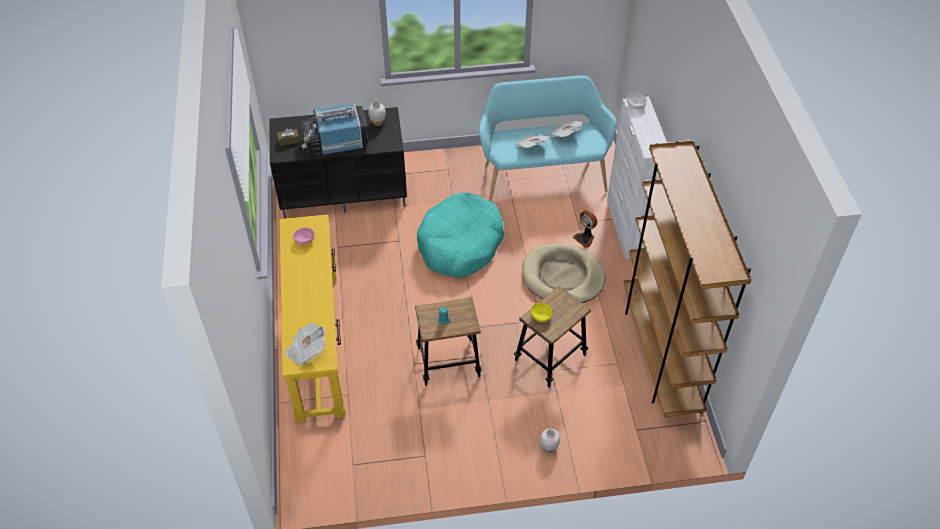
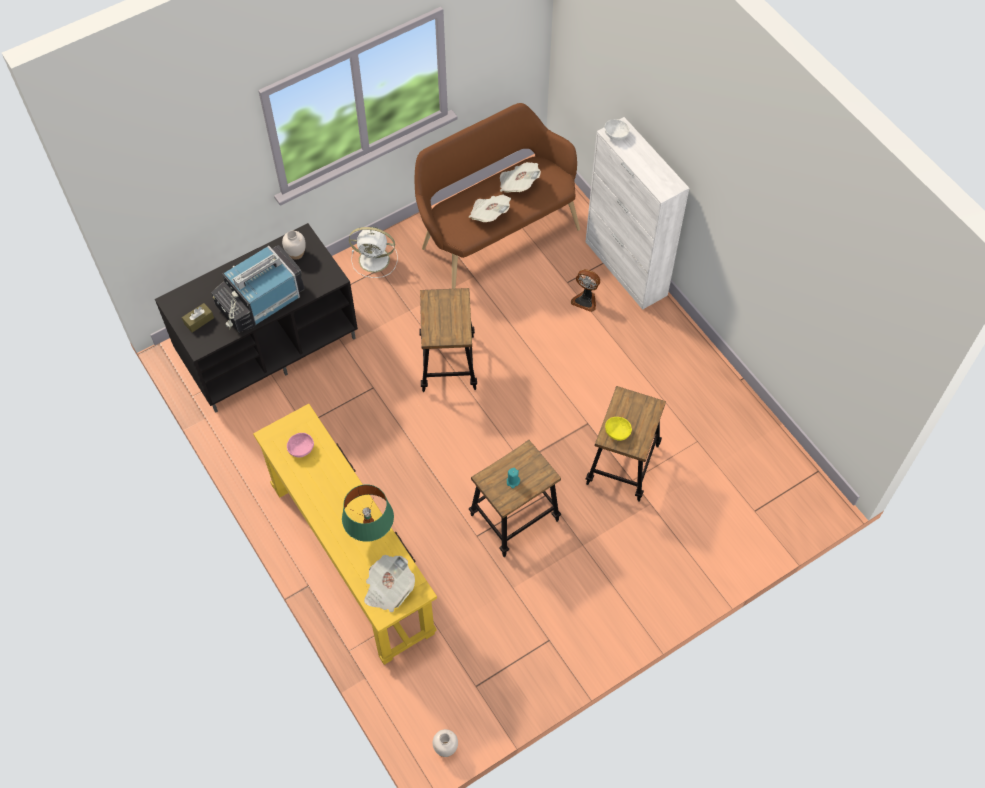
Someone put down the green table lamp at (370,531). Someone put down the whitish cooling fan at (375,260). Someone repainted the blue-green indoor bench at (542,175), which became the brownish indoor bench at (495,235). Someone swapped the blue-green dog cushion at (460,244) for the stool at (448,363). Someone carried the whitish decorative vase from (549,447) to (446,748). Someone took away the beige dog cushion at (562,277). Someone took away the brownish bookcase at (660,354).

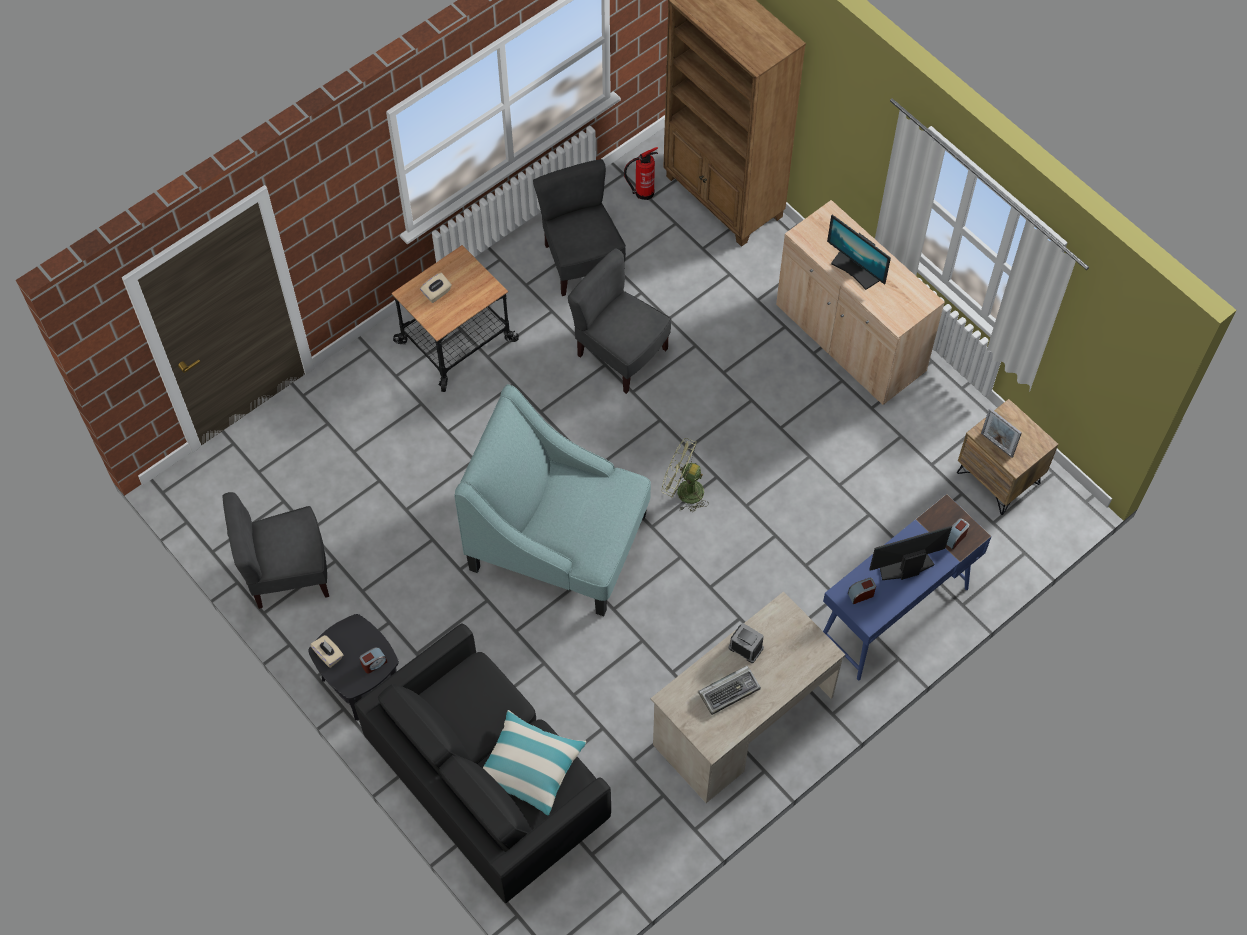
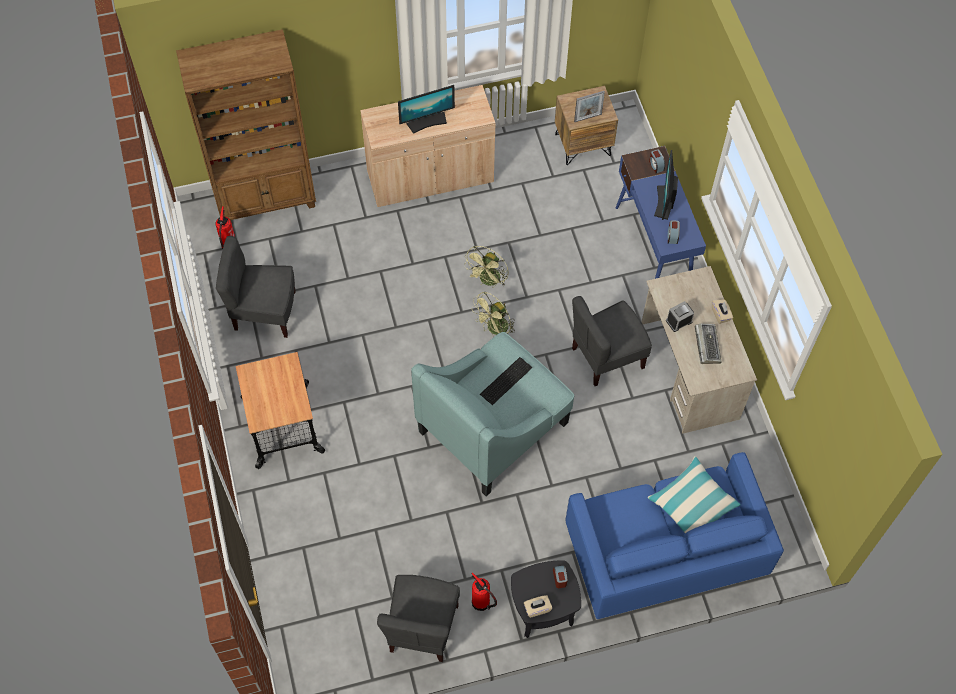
Someone put down the green cooling fan at (488,281). Someone put down the extinguisher at (482,604). Someone put down the PC keyboard at (504,380). Someone repainted the black sofa at (489,782), which became the bluish sofa at (663,552). Someone carried the greyish chair from (621,354) to (607,357). Someone carried the beige box of tissues from (437,293) to (720,315).

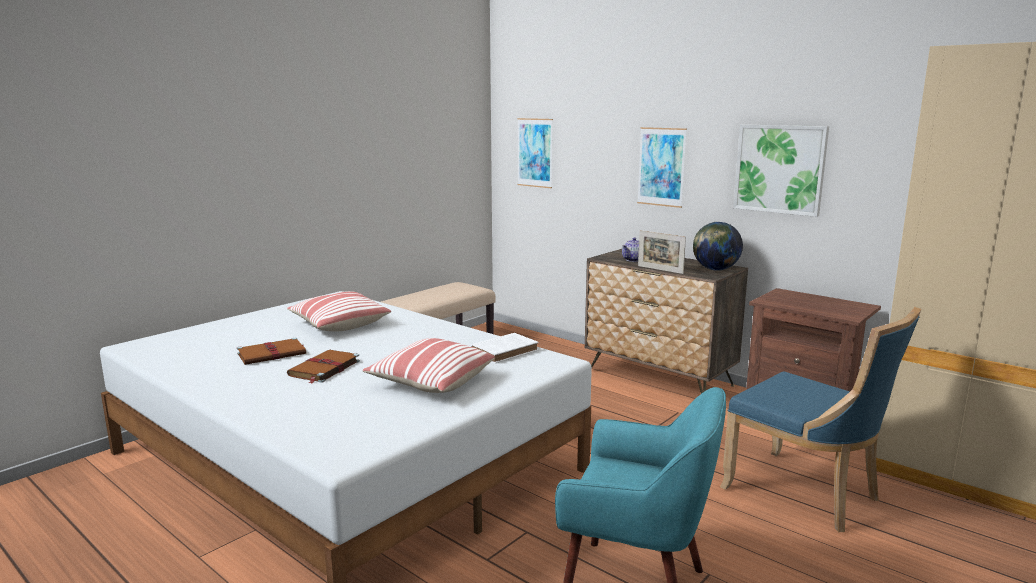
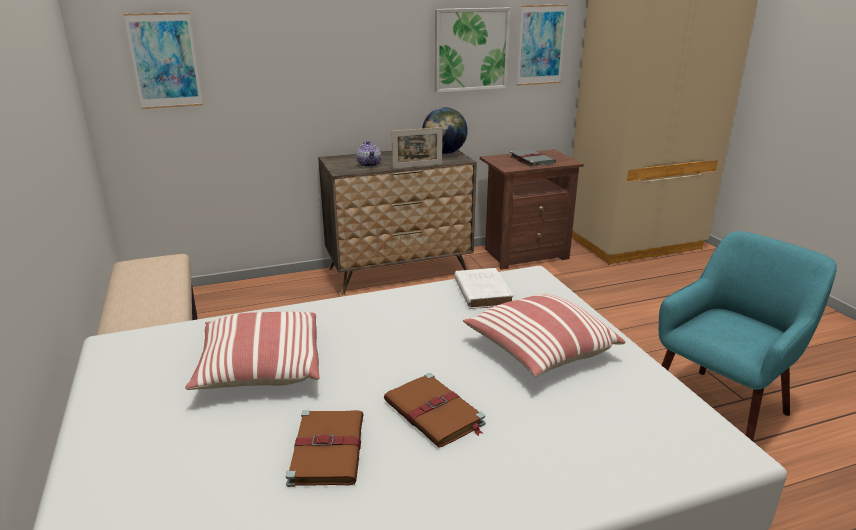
Someone put down the greyish bound book at (531,160). Someone carried the wall picture from (661,167) to (541,45). Someone took away the bluish chair at (806,494).

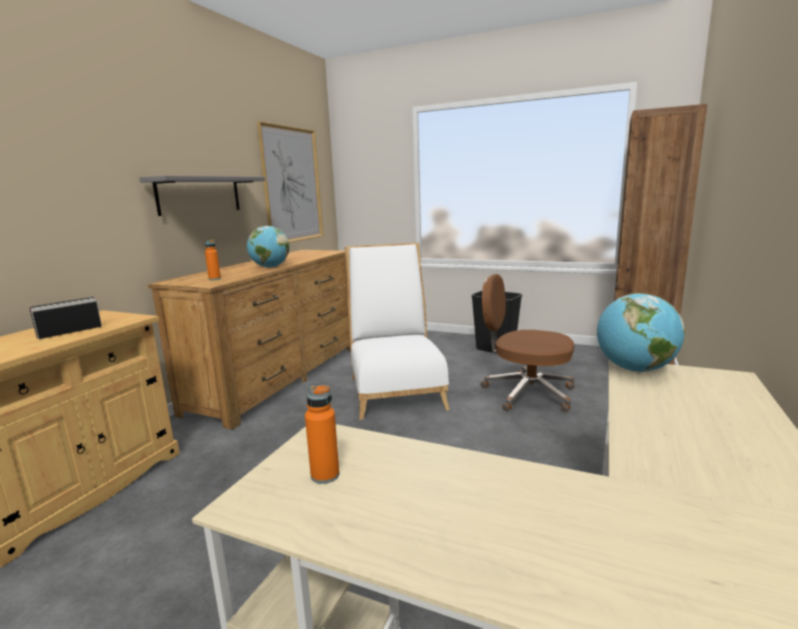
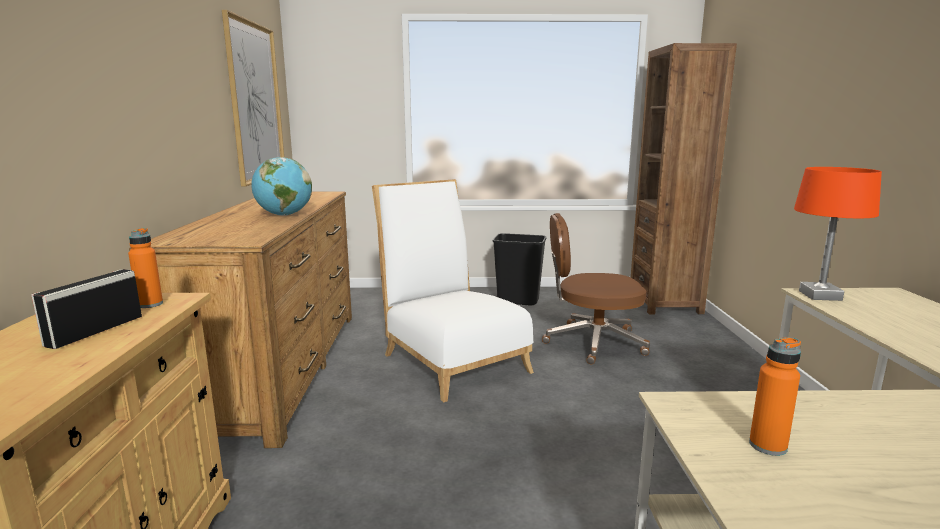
Someone carried the orange-coloured drink bottle from (214,279) to (150,304). Someone swapped the desk globe at (634,369) for the orange-coloured table lamp at (819,295). Someone took away the greyish shelf at (199,195).

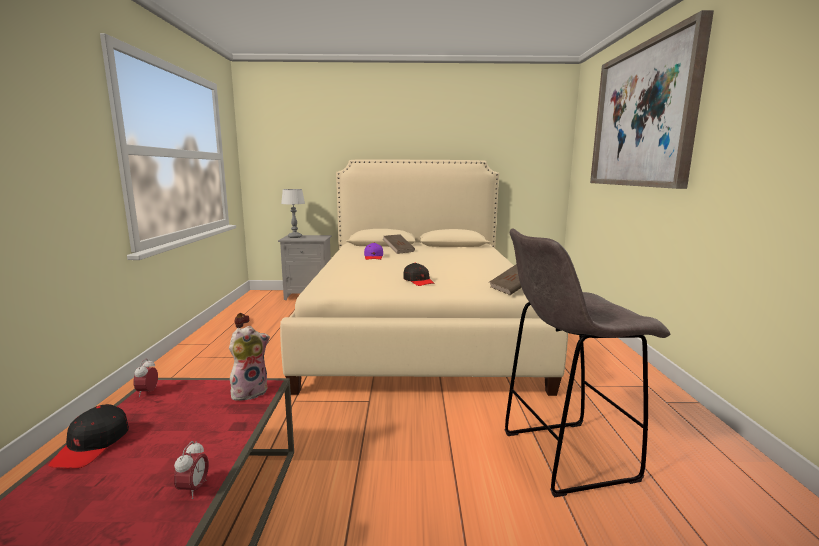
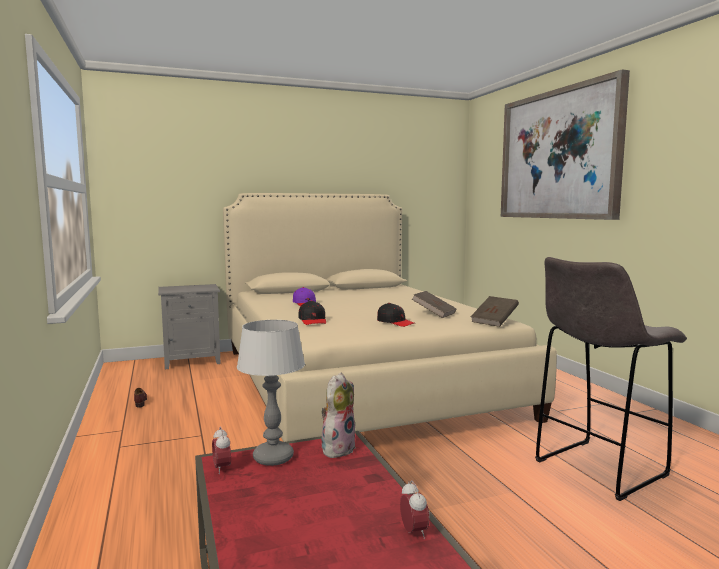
Someone carried the table lamp from (295,237) to (274,457). Someone carried the black peaked cap from (92,445) to (313,320). Someone carried the brownish bound book from (398,251) to (434,314).

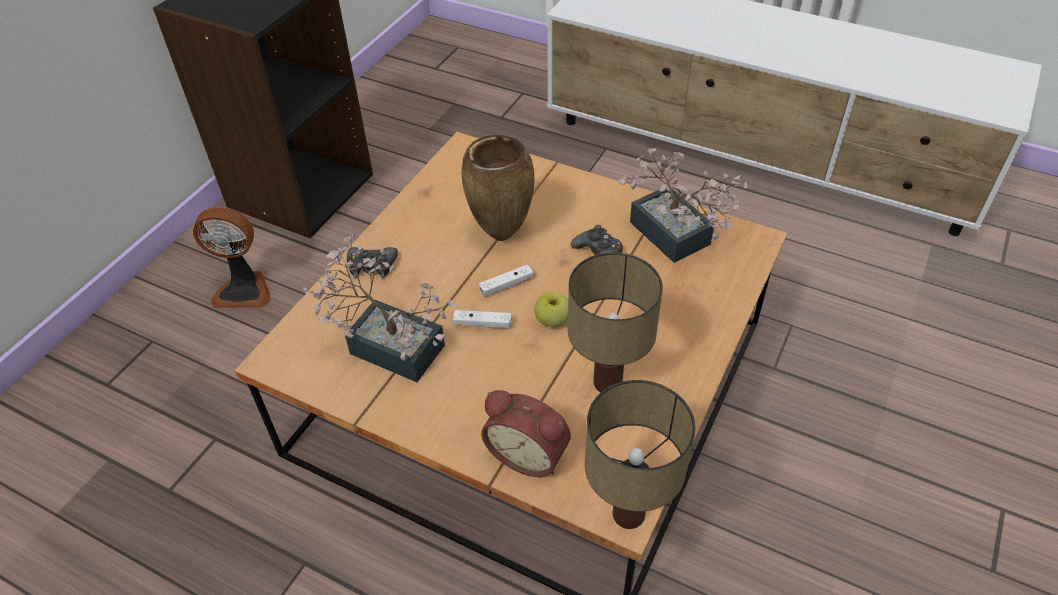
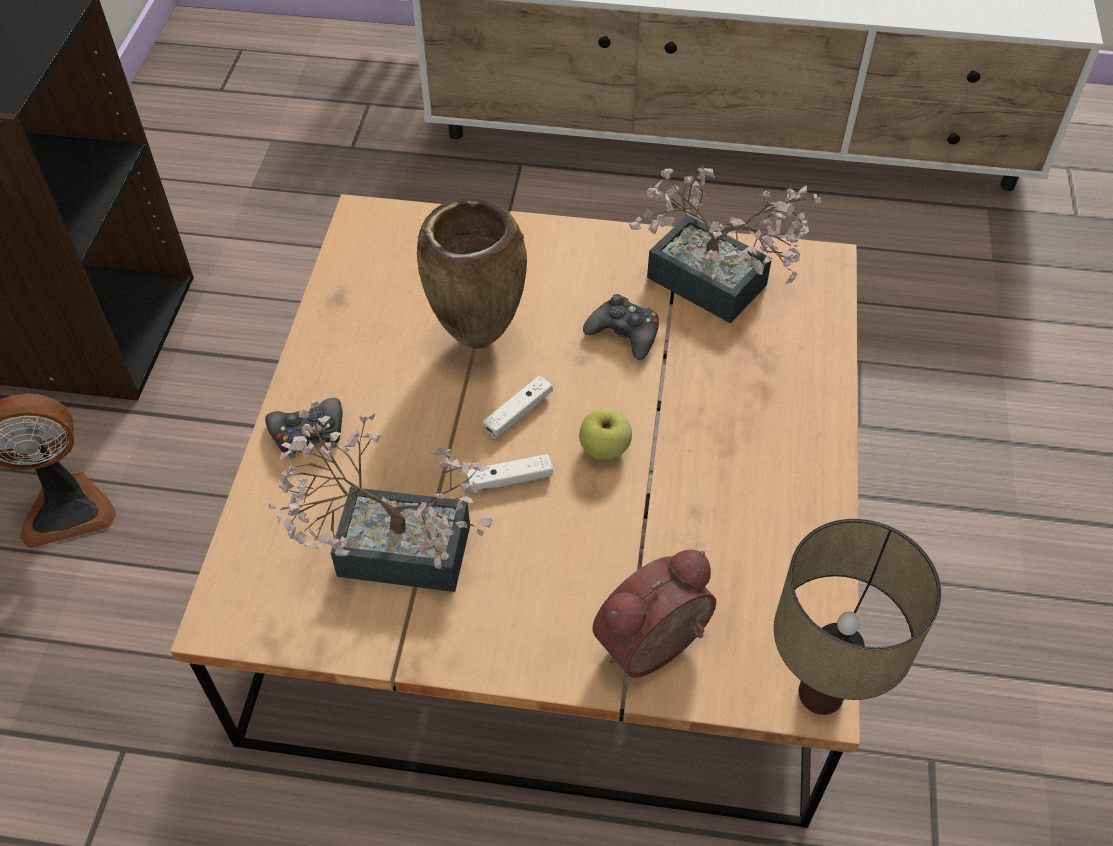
Someone rotated the bedside clock at (529,453) by 135 degrees clockwise. Someone took away the table lamp at (606,383).

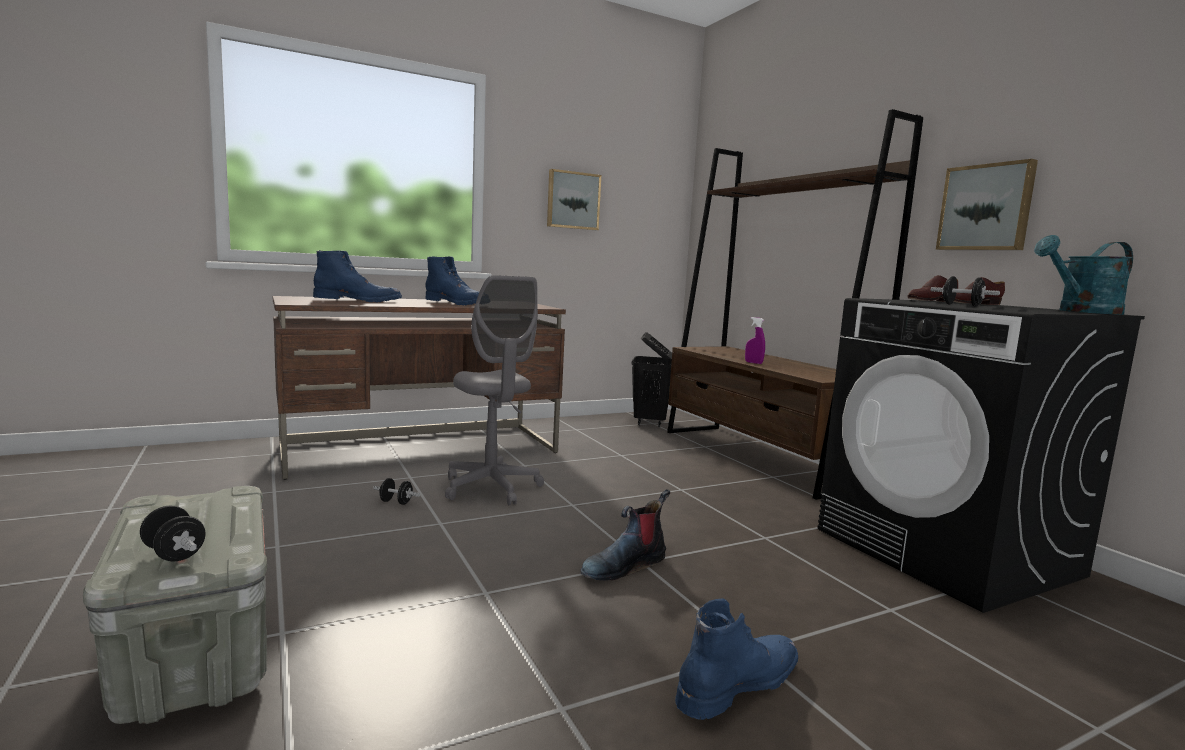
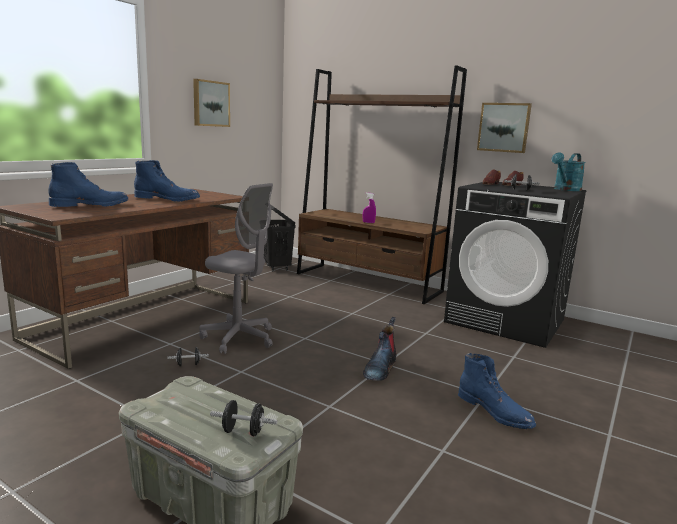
Someone rotated the bluish high-top boot at (737,682) by 120 degrees clockwise.

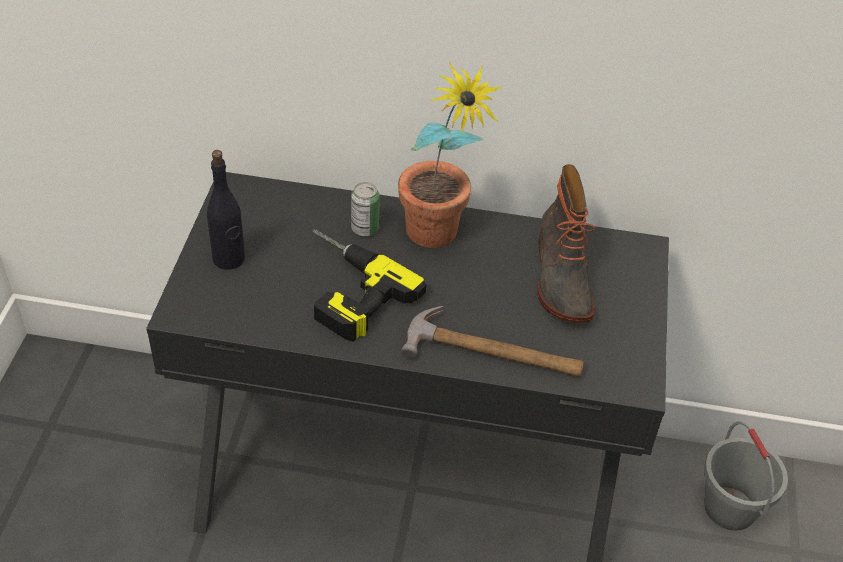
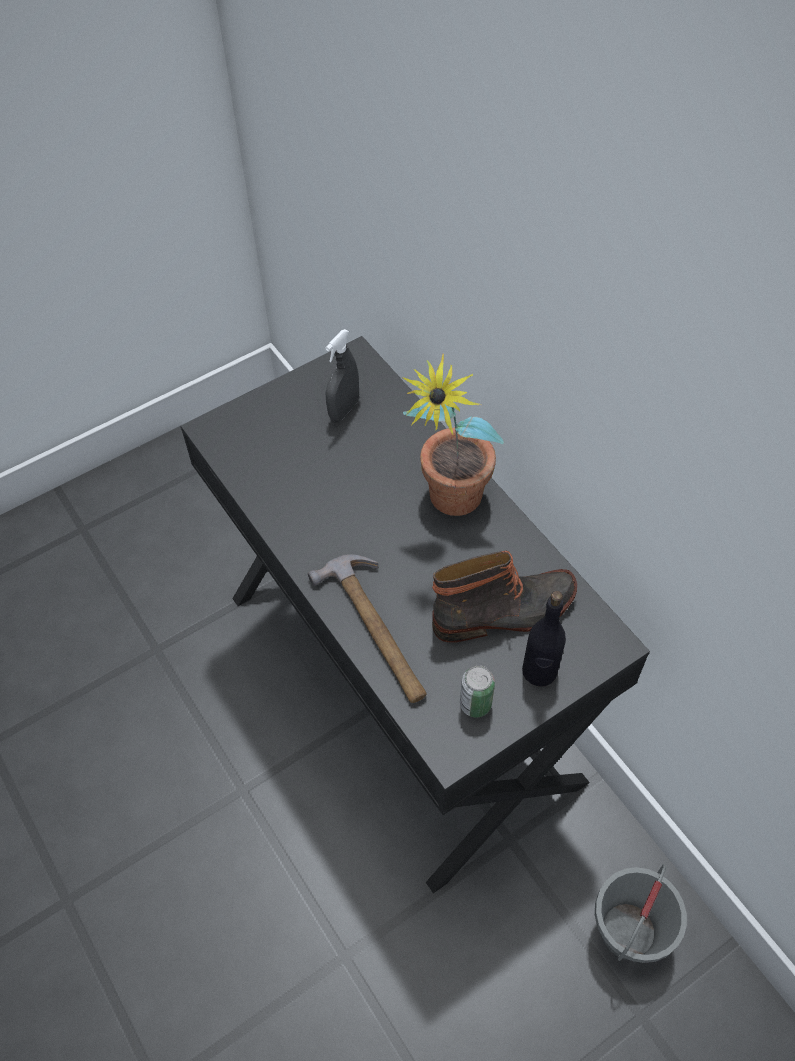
Someone put down the greyish spray bottle at (344,410). Someone rotated the high-top boot at (560,279) by 150 degrees counterclockwise. Someone carried the can from (365,229) to (475,704). Someone carried the black drink bottle from (229,259) to (539,671). Someone took away the electric drill at (343,289).

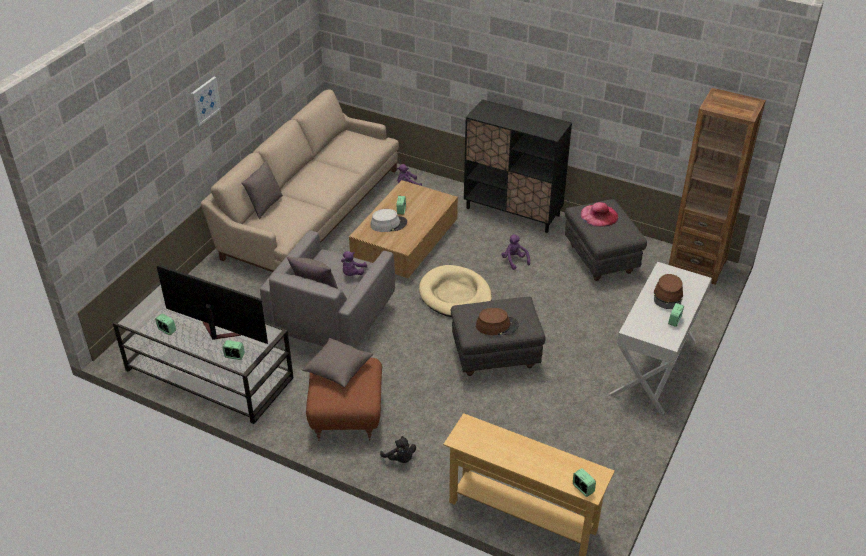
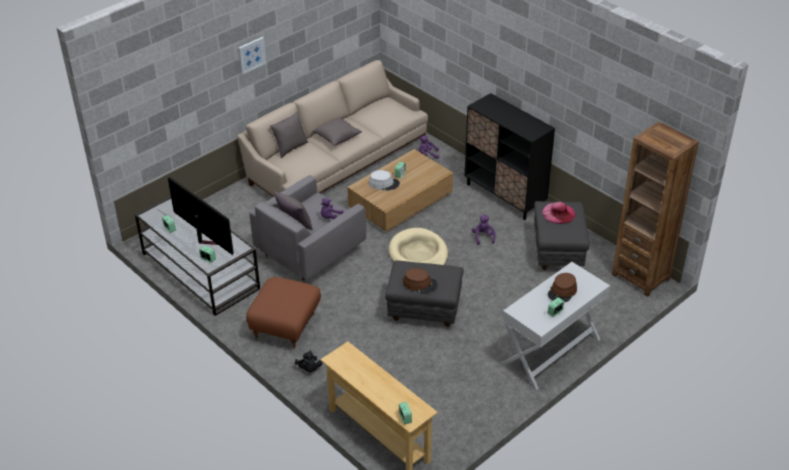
Someone carried the greyish cushion from (337,369) to (337,137).

